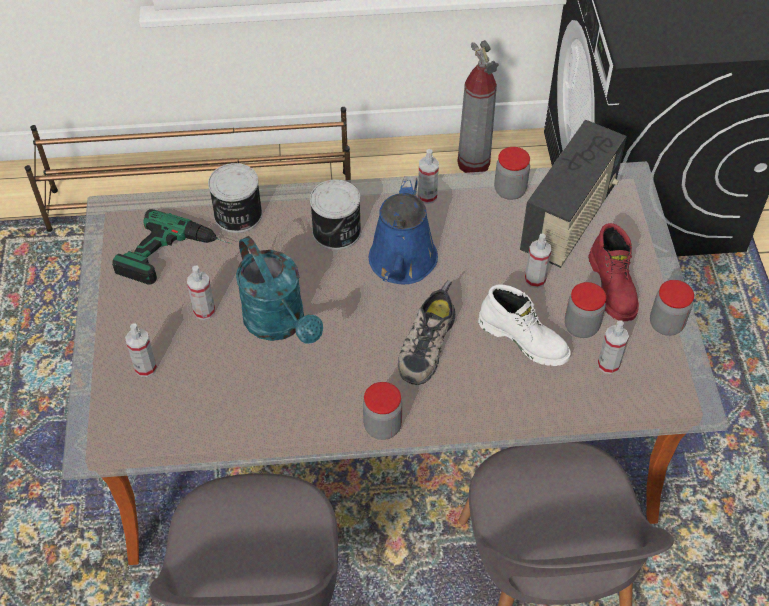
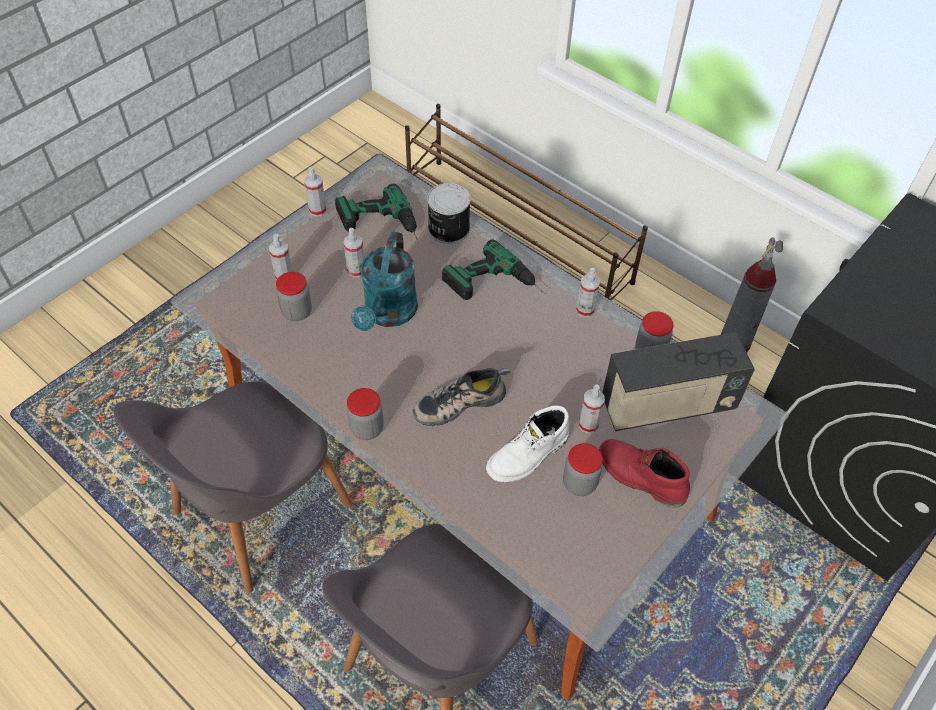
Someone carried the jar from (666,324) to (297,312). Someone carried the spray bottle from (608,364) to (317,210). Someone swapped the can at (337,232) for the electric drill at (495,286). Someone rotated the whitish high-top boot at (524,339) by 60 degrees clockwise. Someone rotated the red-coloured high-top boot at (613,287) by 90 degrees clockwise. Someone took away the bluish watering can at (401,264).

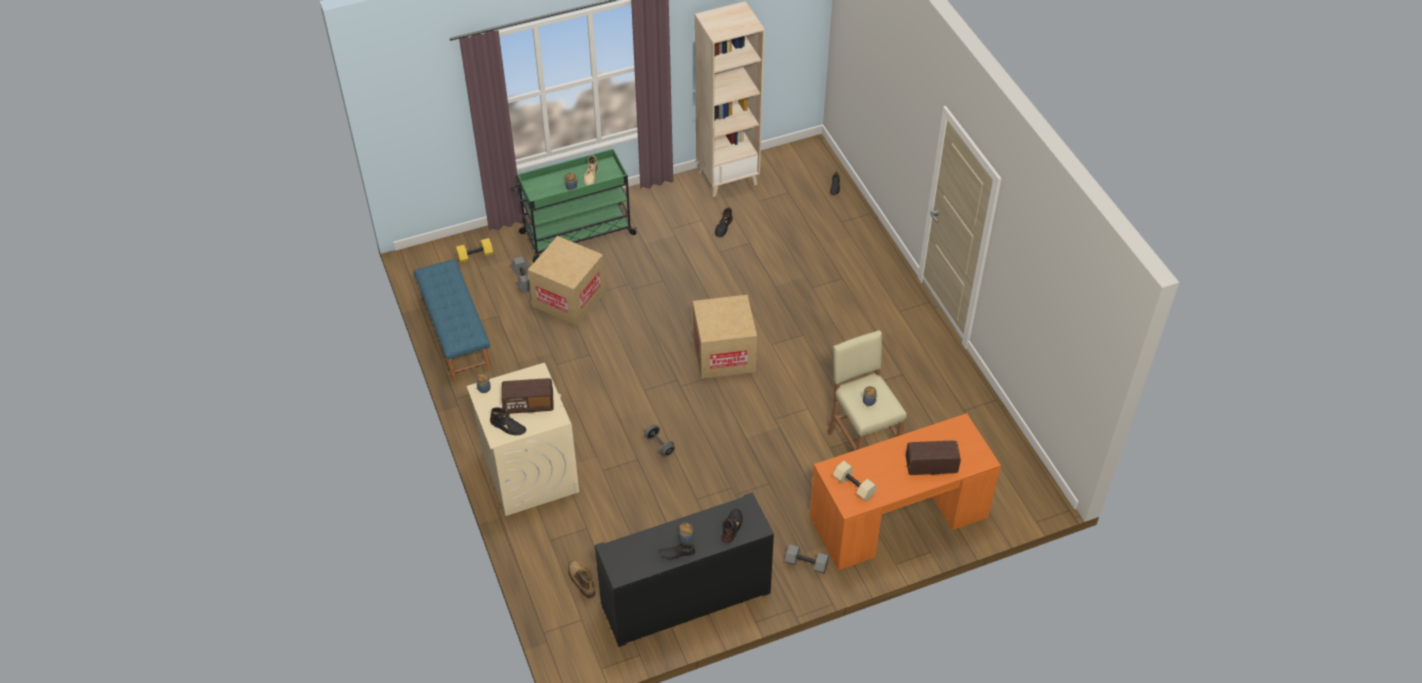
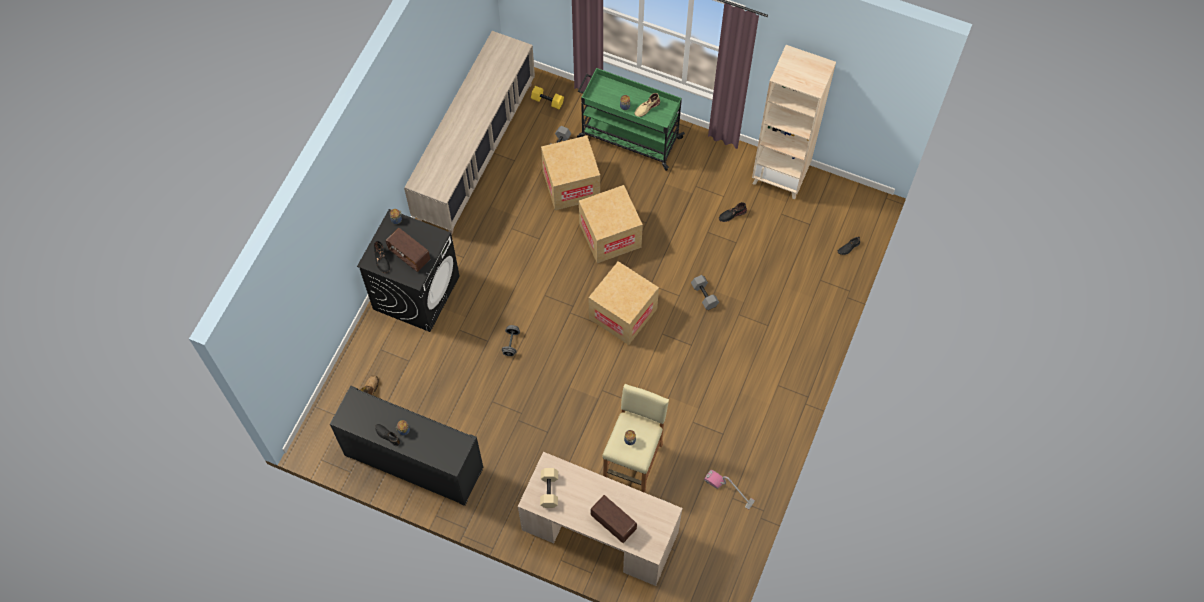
Someone repainted the beige laundry machine at (529,472), which became the black laundry machine at (416,292). Someone swapped the bluish indoor bench at (455,334) for the beige cabinet at (475,152). Someone repainted the orange-coloured desk at (897,516), which became the beige desk at (599,530). Someone put down the packing box at (610,235). Someone carried the greyish free weight from (807,563) to (705,295). Someone put down the vacuum at (729,490). Someone took away the black high-top boot at (732,527).

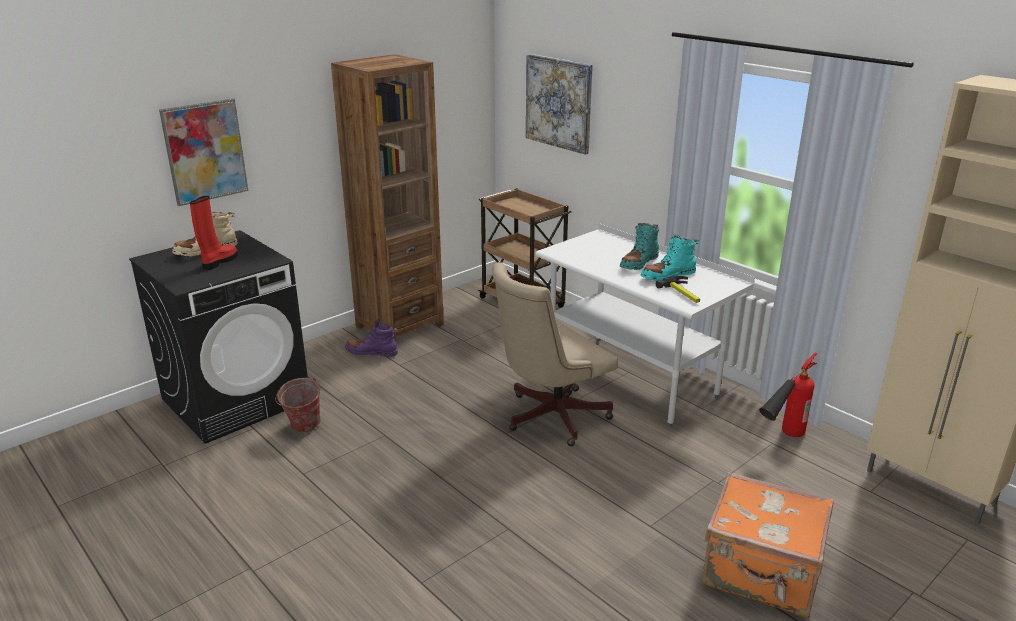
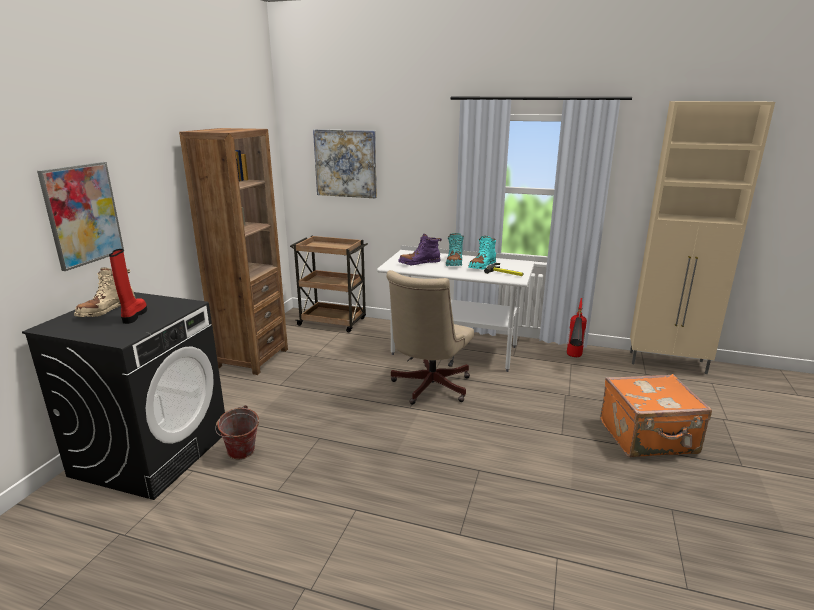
Someone carried the purple high-top boot from (372,352) to (419,263).

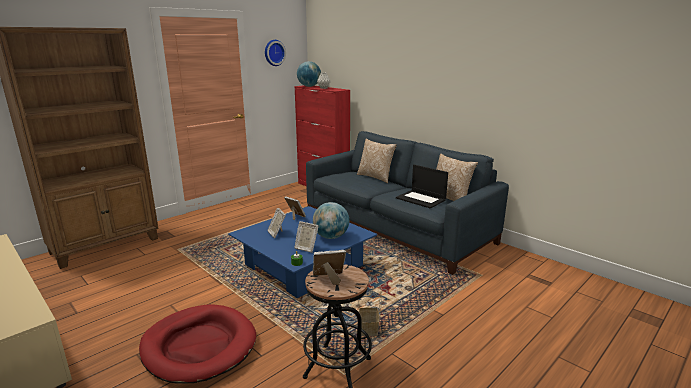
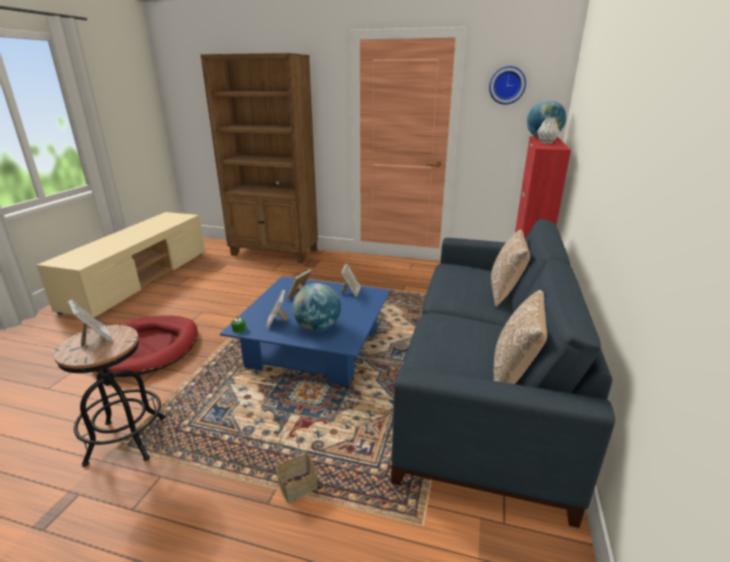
Someone carried the basket from (369,330) to (297,488). Someone took away the portable computer at (421,199).

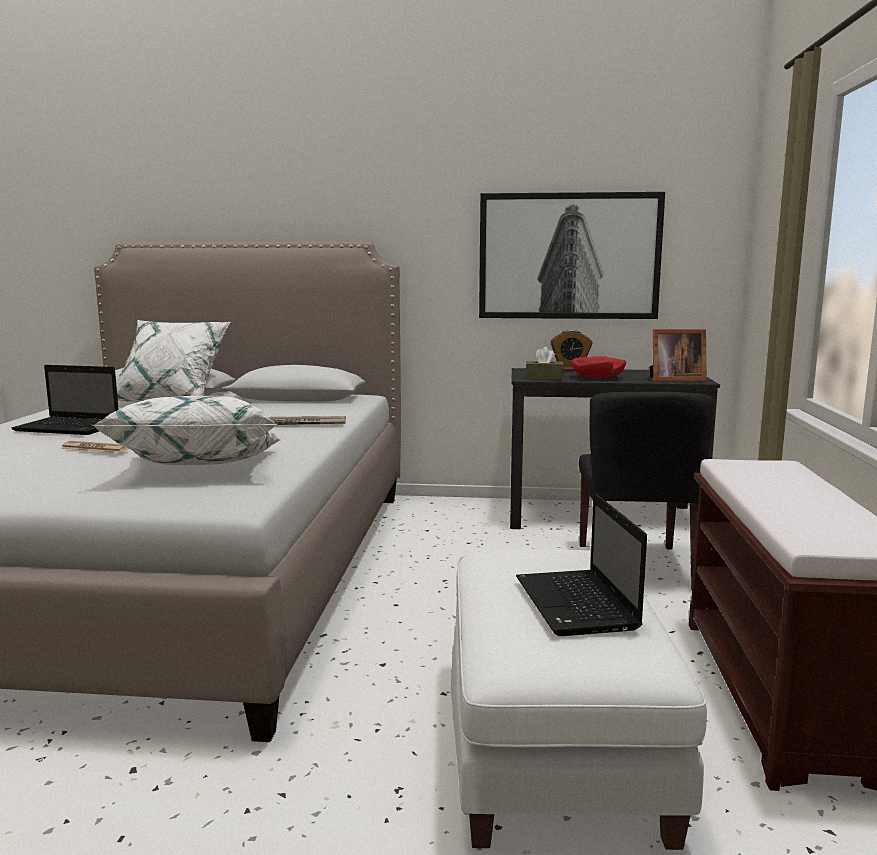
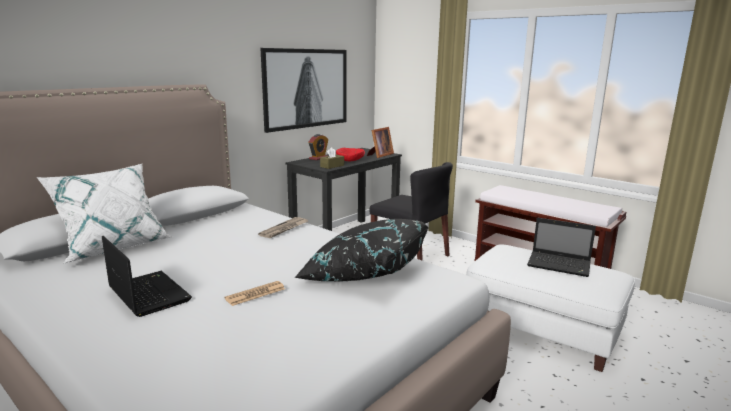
Someone rotated the portable computer at (70,428) by 90 degrees counterclockwise. Someone repainted the whitish cushion at (201,468), which became the black cushion at (364,274).

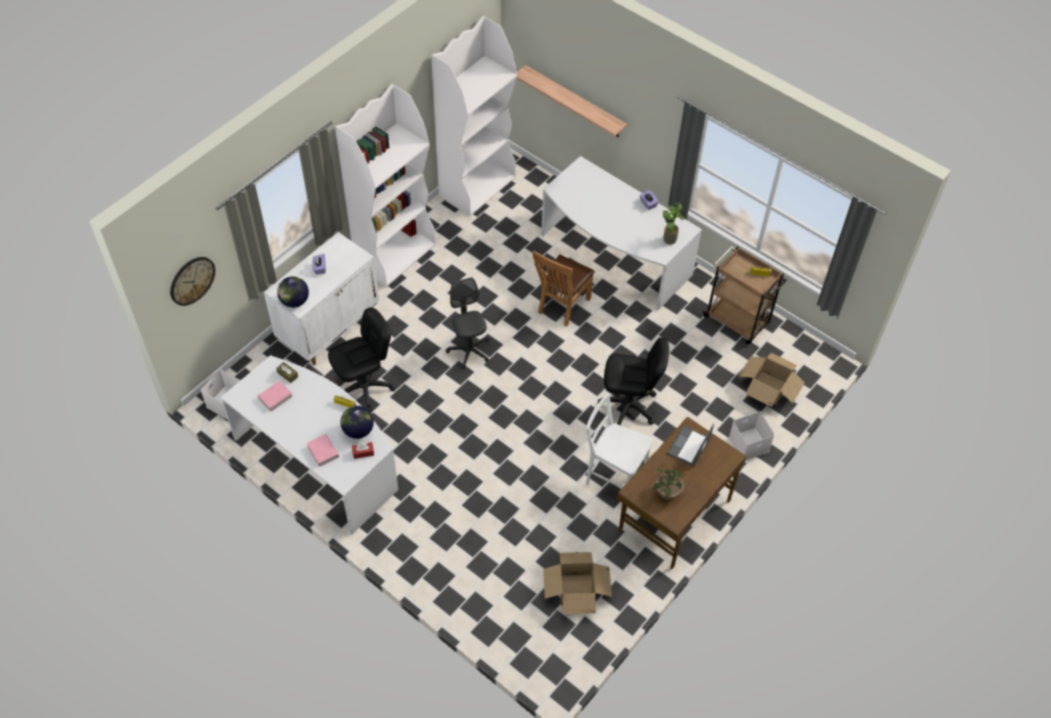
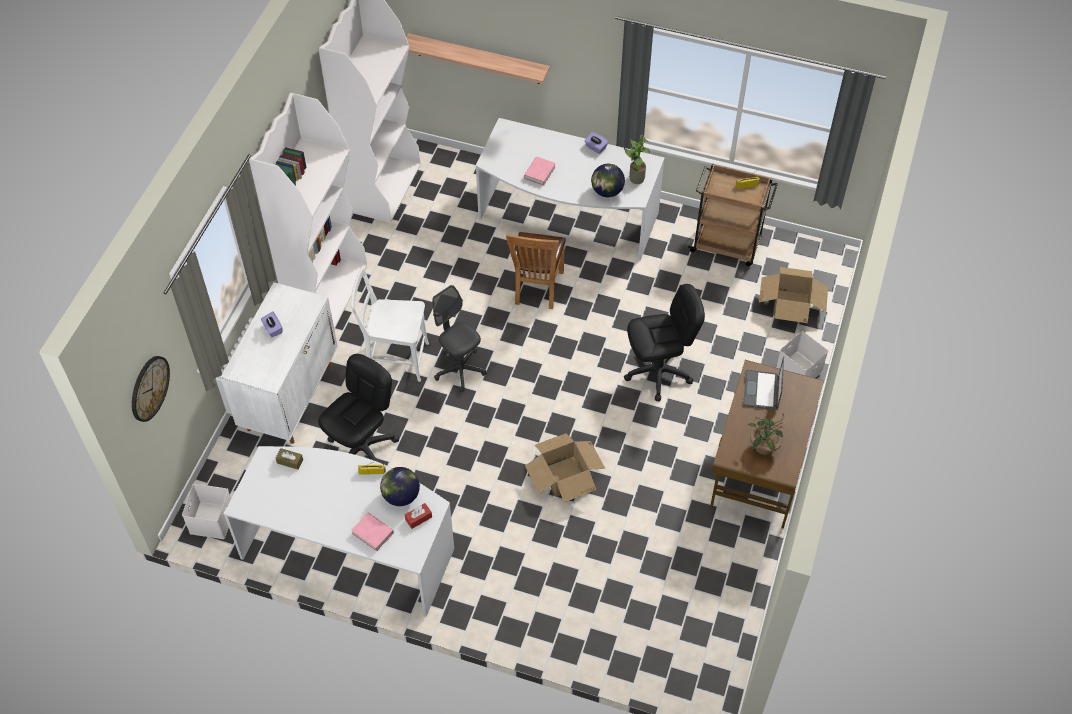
Someone carried the whitish chair from (613,476) to (395,358). Someone carried the pink-coloured bound book from (275,397) to (539,173). Someone carried the packing box from (576,589) to (565,476). Someone carried the desk globe from (295,301) to (607,191).

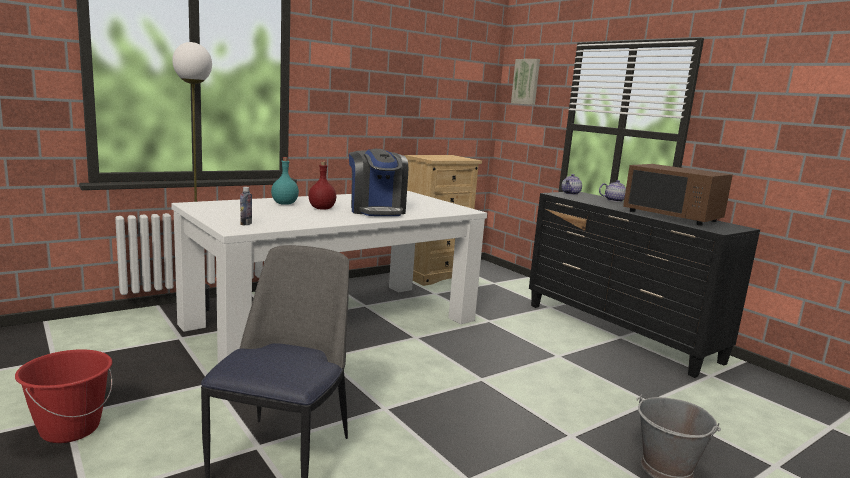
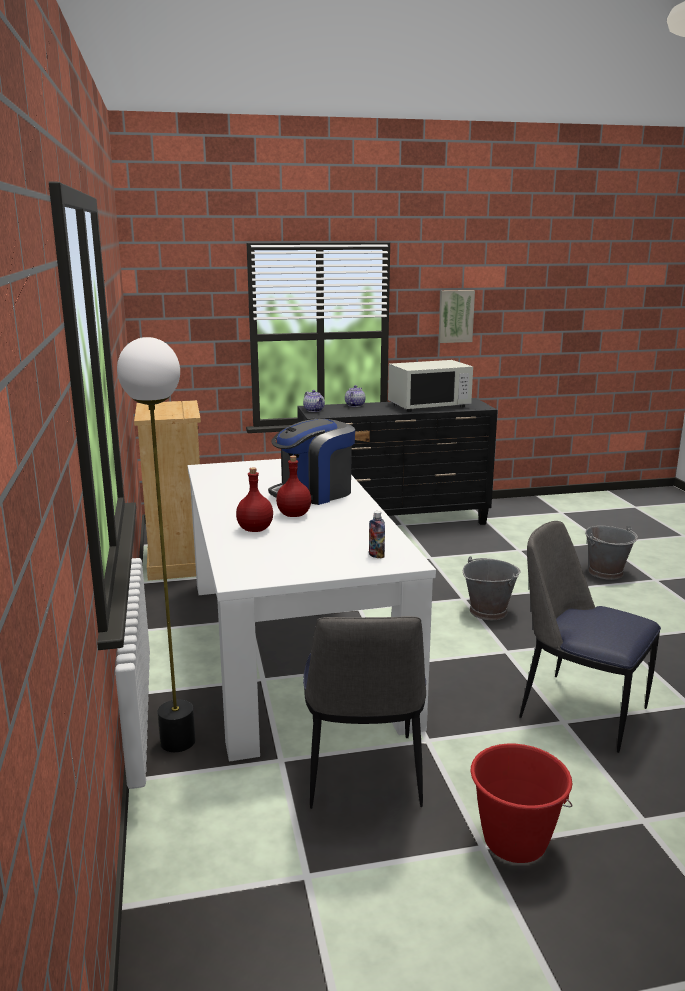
Someone repainted the blue-green drink bottle at (284,204), which became the red-coloured drink bottle at (254,530). Someone rotated the coffee maker at (377,210) by 135 degrees clockwise. Someone put down the chair at (363,774). Someone repainted the brownish kitchen microwave at (672,216), which became the whitish kitchen microwave at (429,405). Someone carried the wall picture from (526,81) to (455,316). Someone put down the greyish bucket at (488,611).

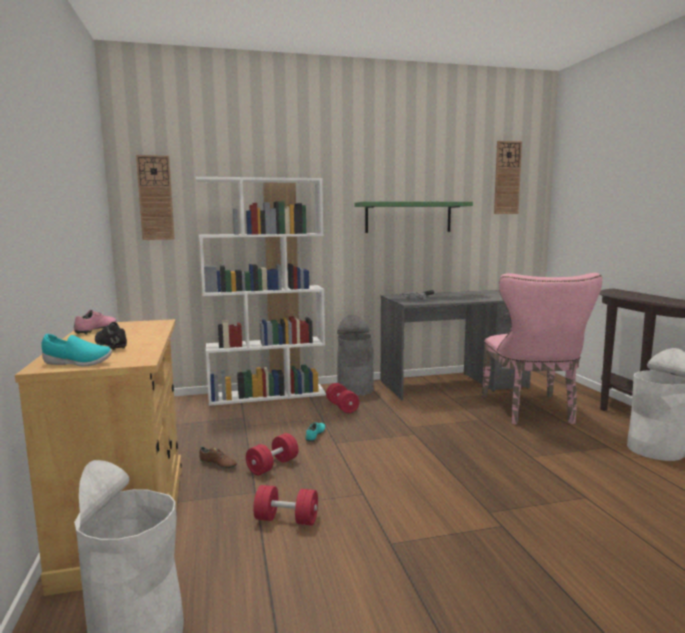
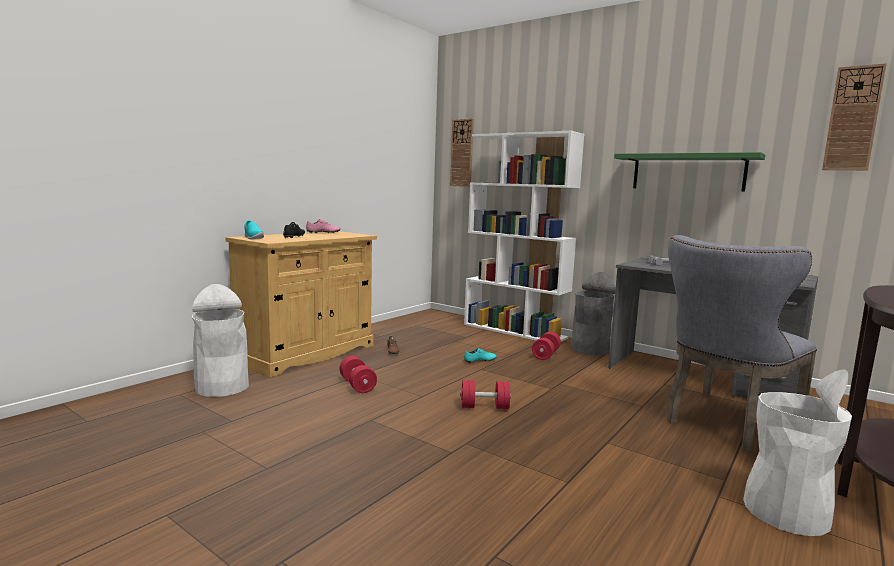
Someone carried the red-coloured free weight from (273,466) to (484,407). Someone repainted the pink-coloured chair at (531,411), which became the greyish chair at (725,424).

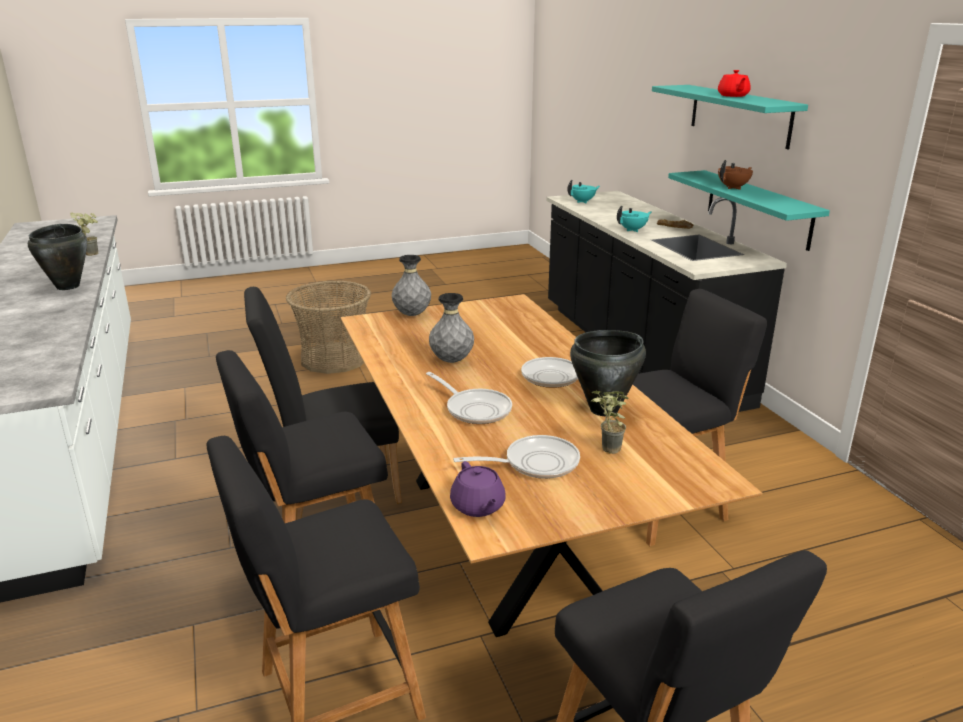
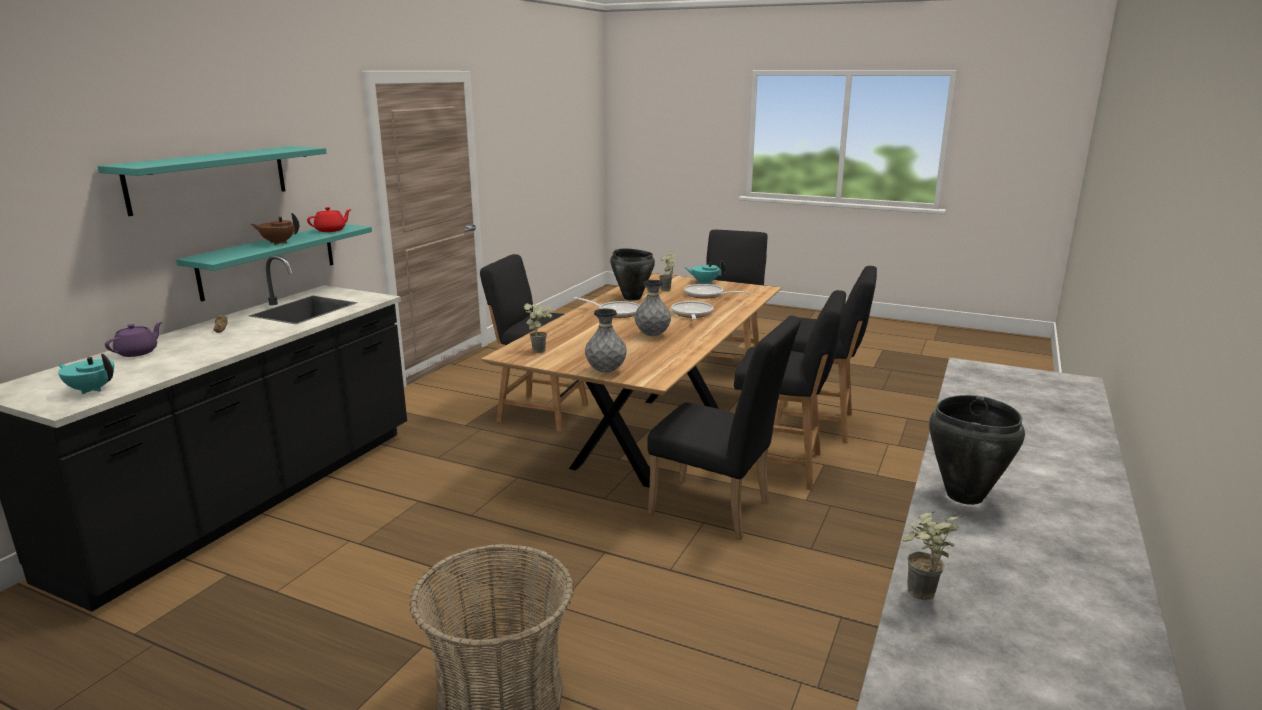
Someone carried the purple tea pot from (478,506) to (138,352). Someone carried the red-coloured tea pot from (733,96) to (331,230). Someone put down the houseplant at (540,350). Someone carried the blue-green tea pot from (633,230) to (704,282).

